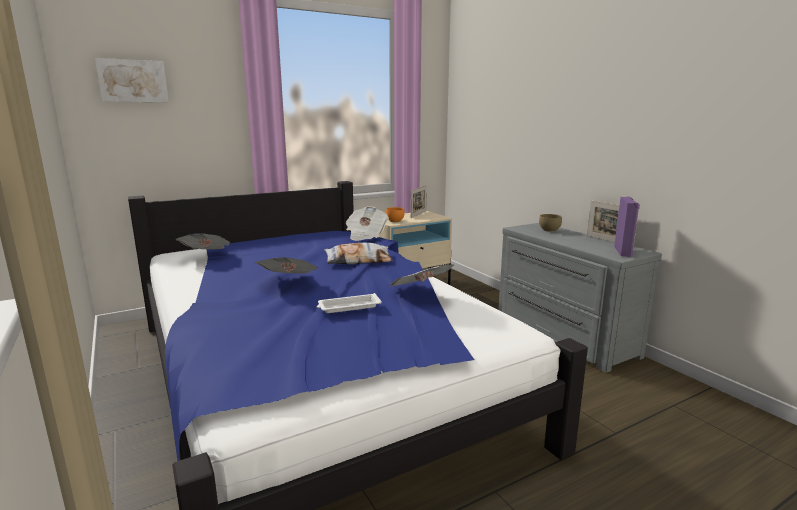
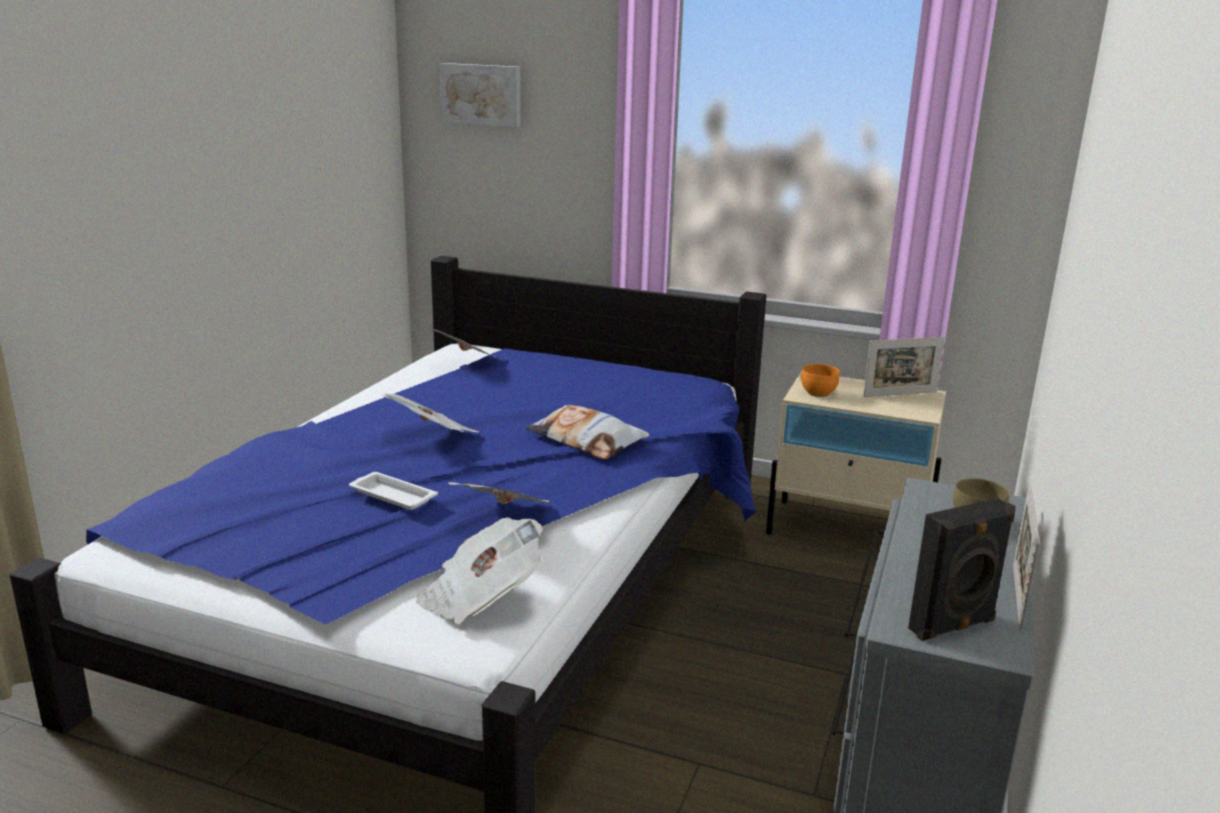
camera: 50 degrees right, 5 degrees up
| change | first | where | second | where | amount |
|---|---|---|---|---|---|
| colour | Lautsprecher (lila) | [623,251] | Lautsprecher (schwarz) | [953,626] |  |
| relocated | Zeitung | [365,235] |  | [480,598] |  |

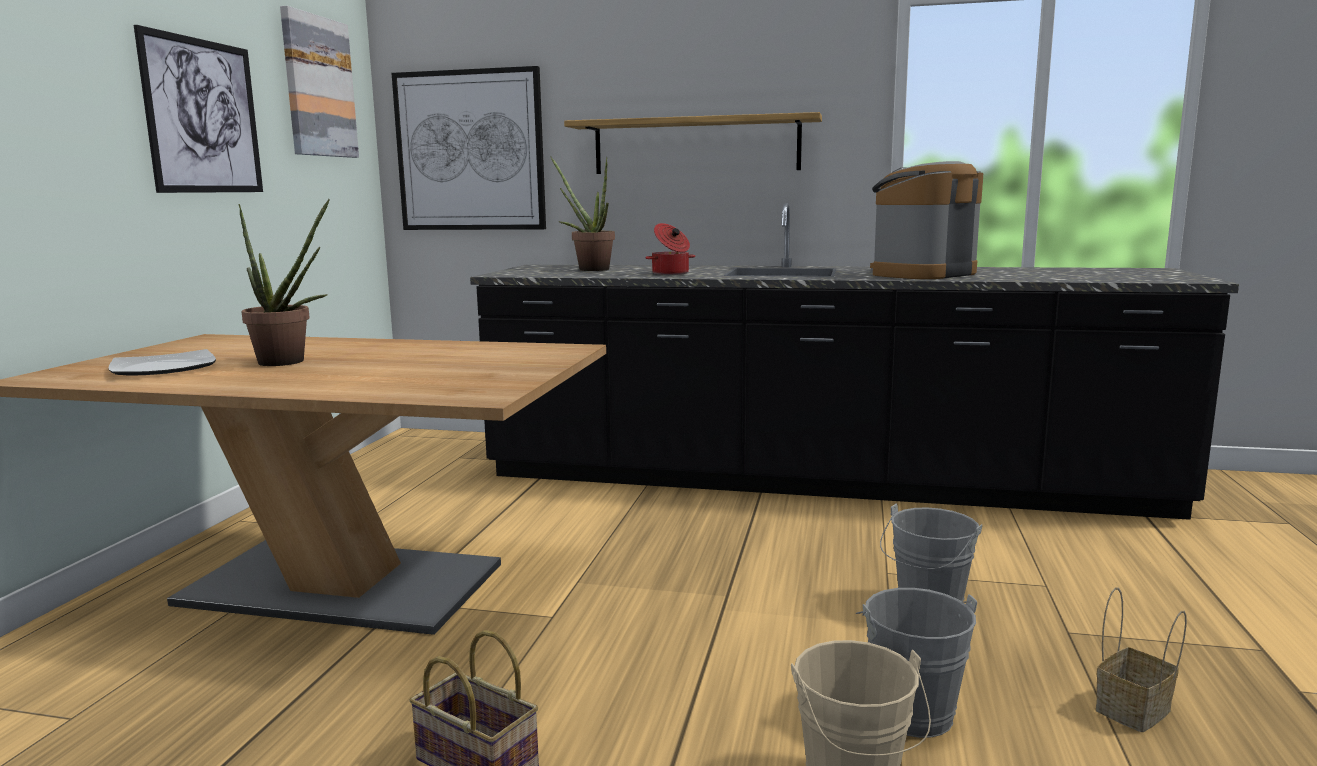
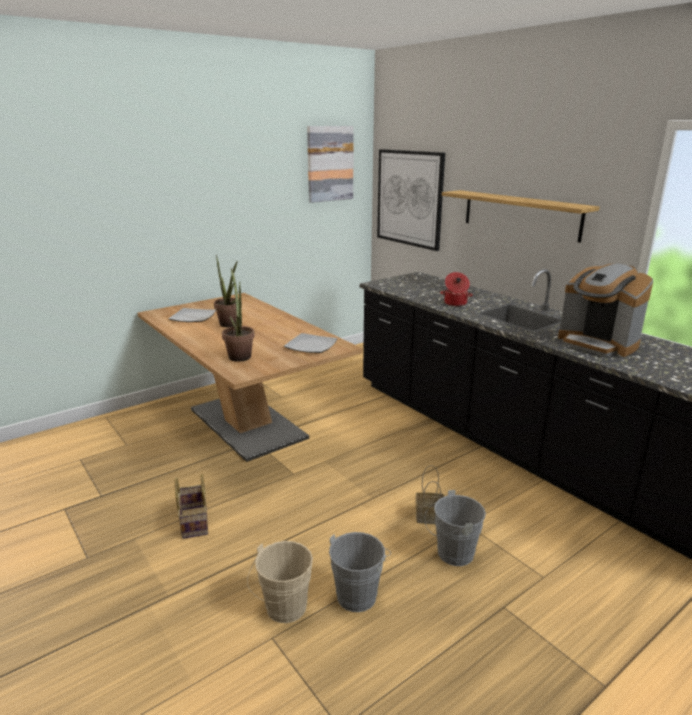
camera: 40 degrees right, 10 degrees up
| change | first | where | second | where | amount |
|---|---|---|---|---|---|
| missing | Bild | [203,116] |  |  |  |
| relocated | Topfpflanze | [588,269] |  | [239,355] |  |
| spun | Kaffeemaschine | [921,274] |  | [597,344] | 135 degrees counterclockwise |
| relocated | Korb | [1133,712] |  | [428,517] |  |
| appeared |  |  | Teller | [311,345] |  |

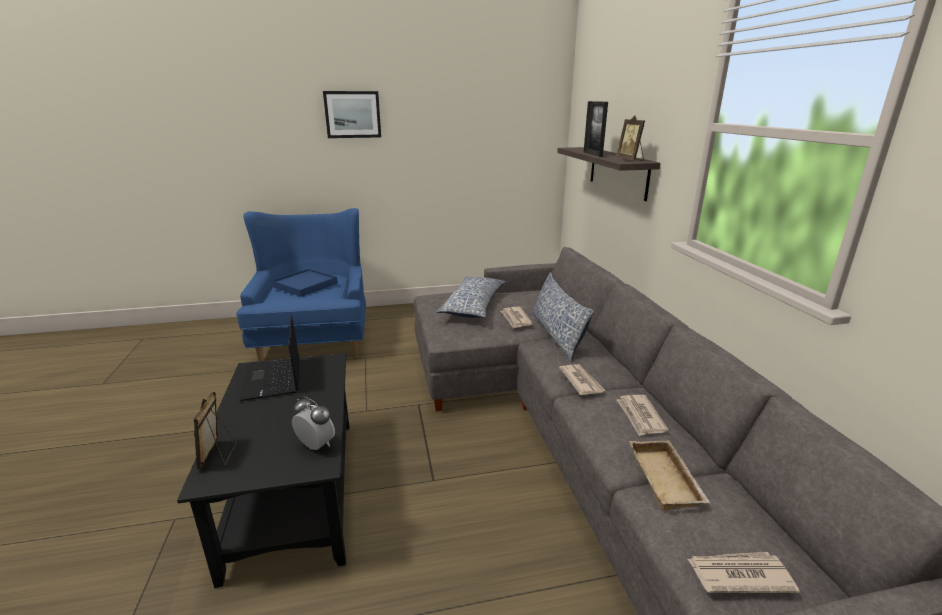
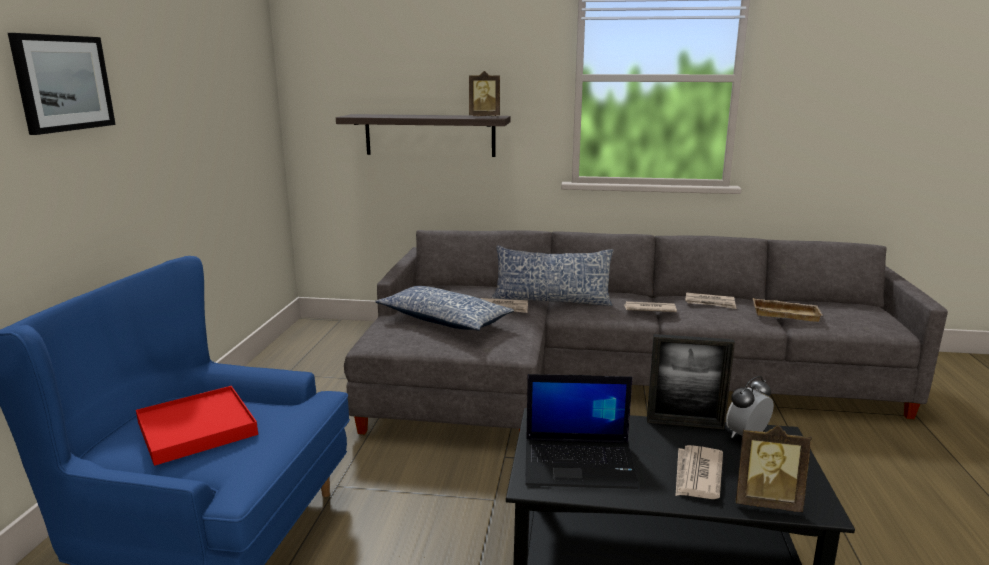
camera: 70 degrees left, 5 degrees down
| change | first | where | second | where | amount |
|---|---|---|---|---|---|
| relocated | Bilderrahmen | [592,154] |  | [684,424] |  |
| colour | Tablett (blau) | [305,285] | Tablett (rot) | [197,428] |  |
| relocated | Zeitung | [738,575] |  | [697,475] |  |

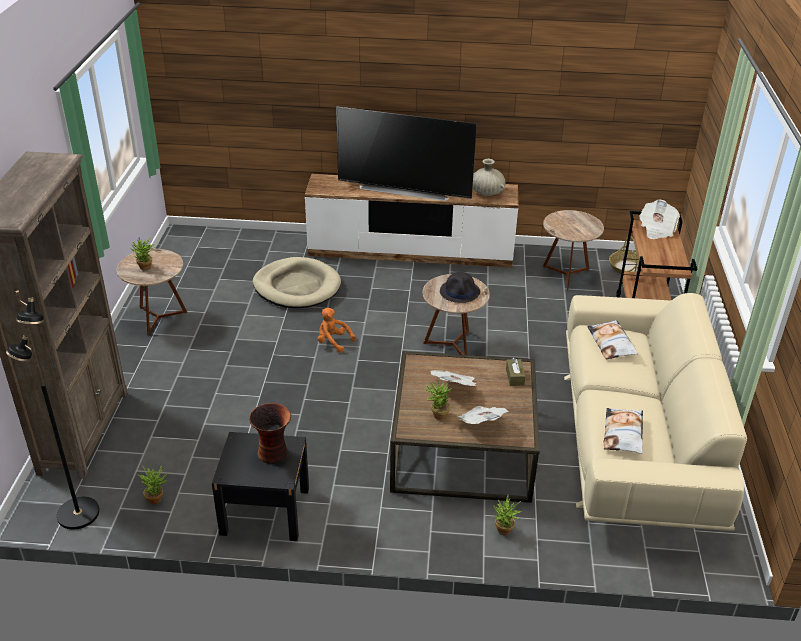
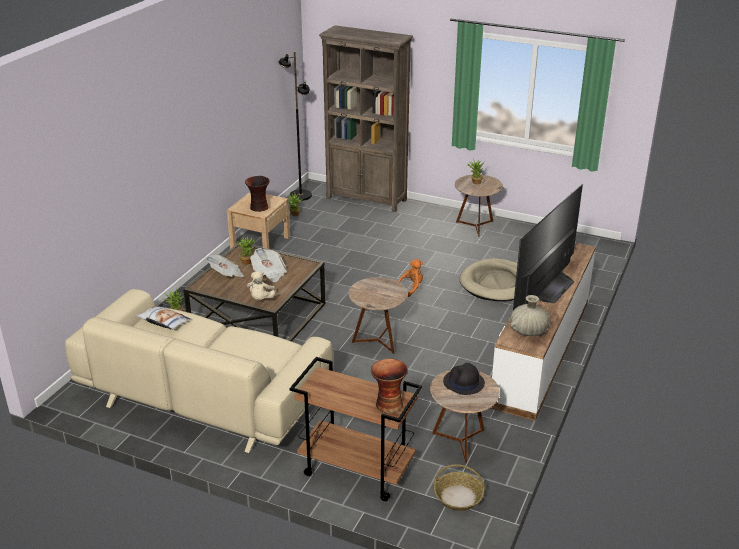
camera: 110 degrees right, 5 degrees down
| change | first | where | second | where | amount |
|---|---|---|---|---|---|
| exchanged | Zeitung | [656,229] | Vase | [388,404] |  |
| relocated | Hut (schwarz) | [460,292] |  | [463,383] |  |
| missing | Kissen | [611,343] |  |  |  |
| exchanged | Taschentuchbox (braun) | [515,377] | Plüschtier (beige) | [261,299] |  |
| colour | Nachttisch (schwarz) | [265,511] | Nachttisch (beige) | [260,243] |  |

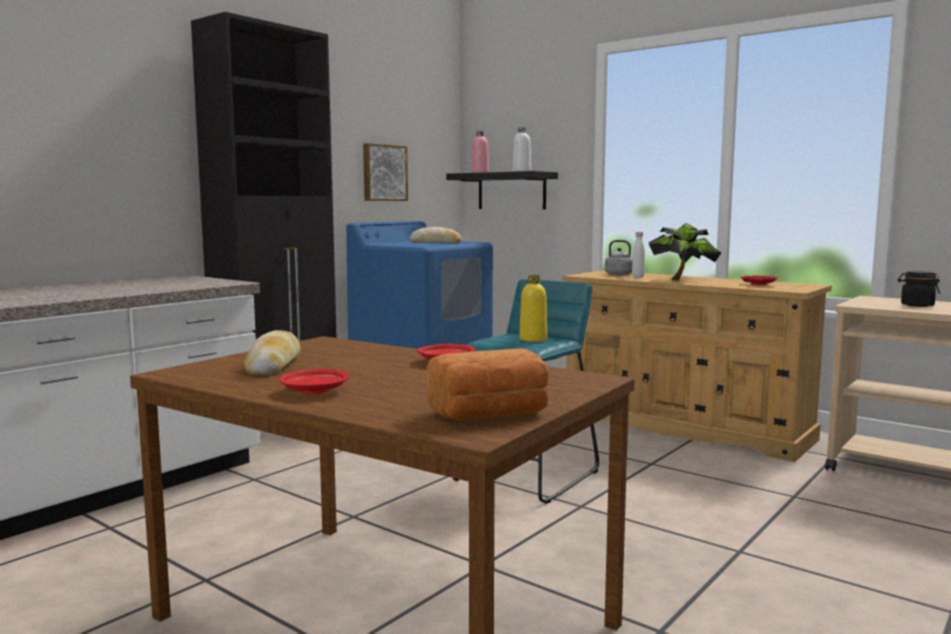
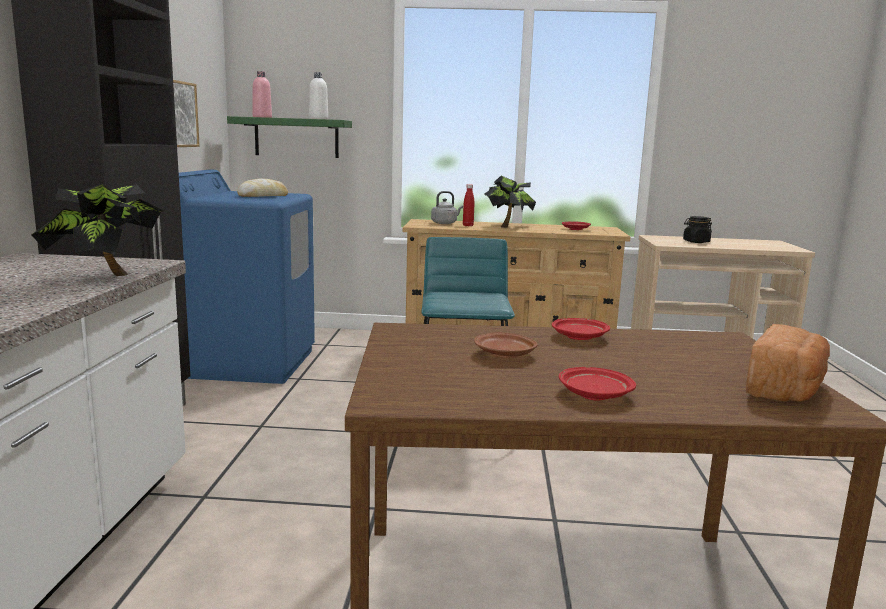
camera: 35 degrees left, 5 degrees up
| change | first | where | second | where | amount |
|---|---|---|---|---|---|
| colour | Wandregal (schwarz) | [511,191] | Wandregal (grün) | [296,138] |  |
| colour | Flasche (weiß) | [637,277] | Flasche (rot) | [468,225] |  |
| missing | Flasche (gelb) | [533,339] |  |  |  |
| missing | Brot | [273,364] |  |  |  |
| appeared |  |  | Topfpflanze | [108,277] |  |
| appeared |  |  | Teller (braun) | [505,355] |  |

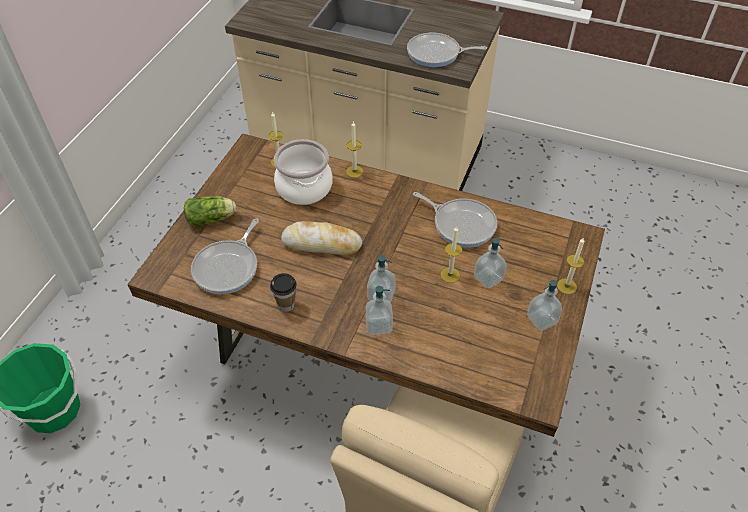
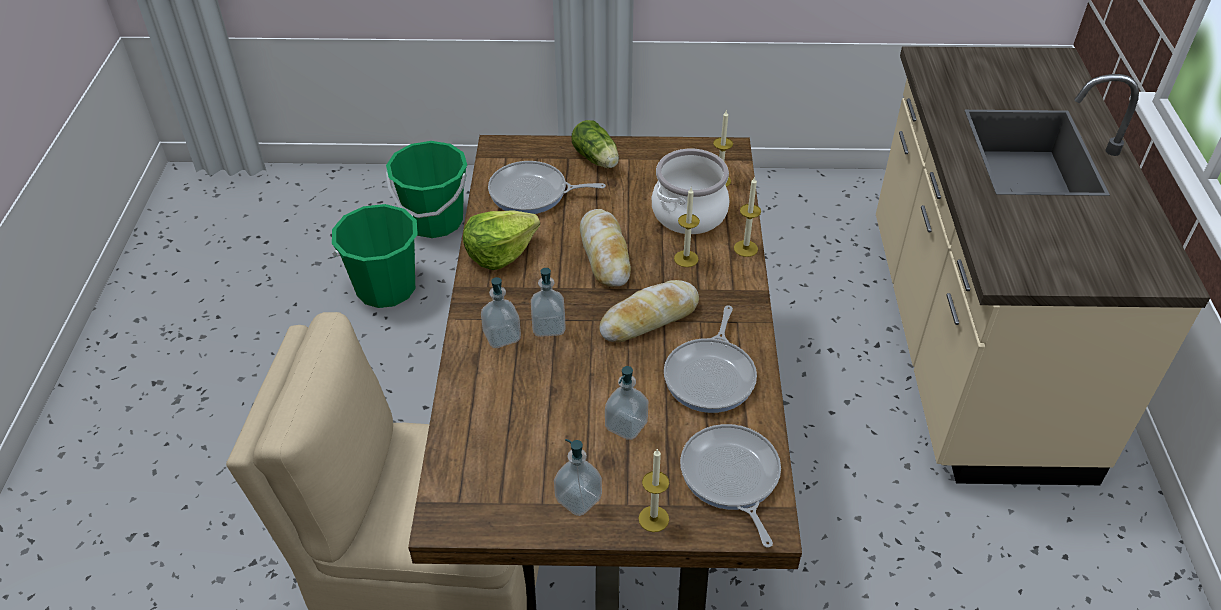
camera: 70 degrees right, 5 degrees down
| change | first | where | second | where | amount |
|---|---|---|---|---|---|
| relocated | Pfanne | [436,54] |  | [731,478] |  |
| relocated | Kerze | [450,275] |  | [686,259] |  |
| exchanged | Tasse | [286,305] | Salatkopf | [500,252] |  |
| appeared |  |  | Eimer (grün) | [386,288] |  |
| appeared |  |  | Brot | [649,318] |  |

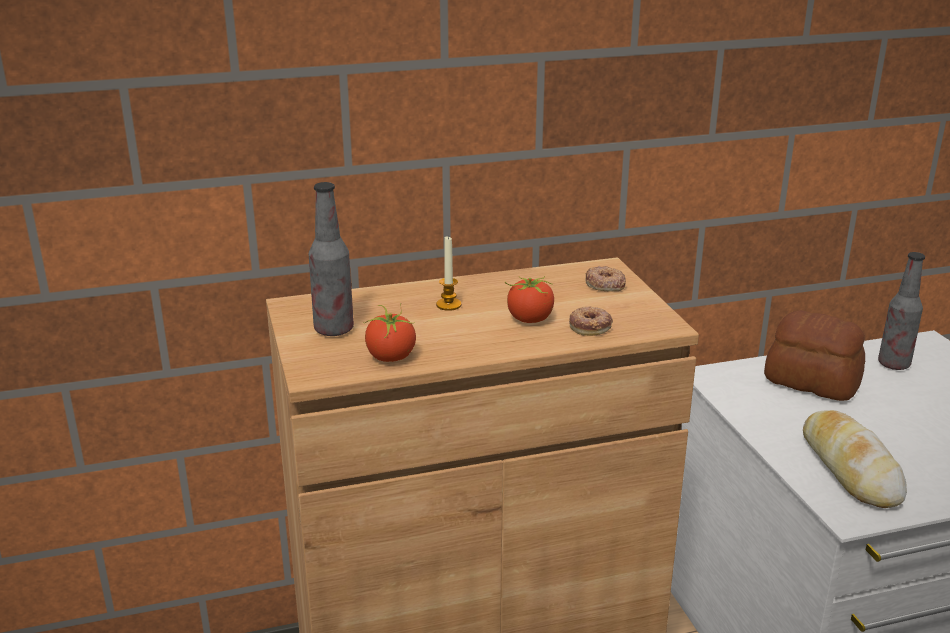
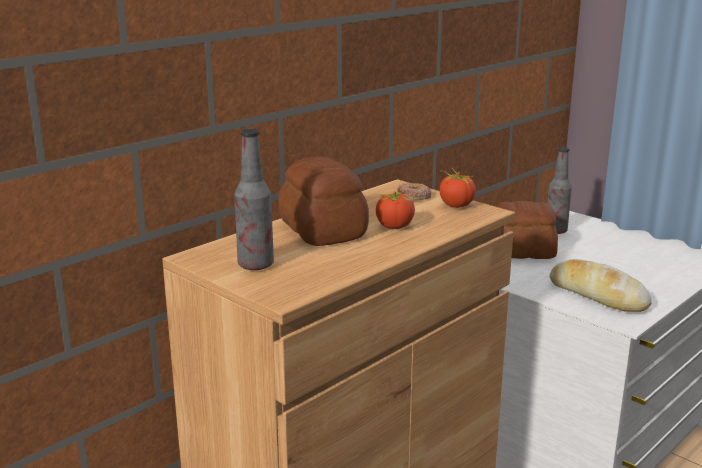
camera: 30 degrees left, 5 degrees down
| change | first | where | second | where | amount |
|---|---|---|---|---|---|
| exchanged | Kerze | [448,305] | Brot | [322,230] |  |
| relocated | Tomate | [390,357] |  | [456,205] |  |
| missing | Donut | [590,326] |  |  |  |

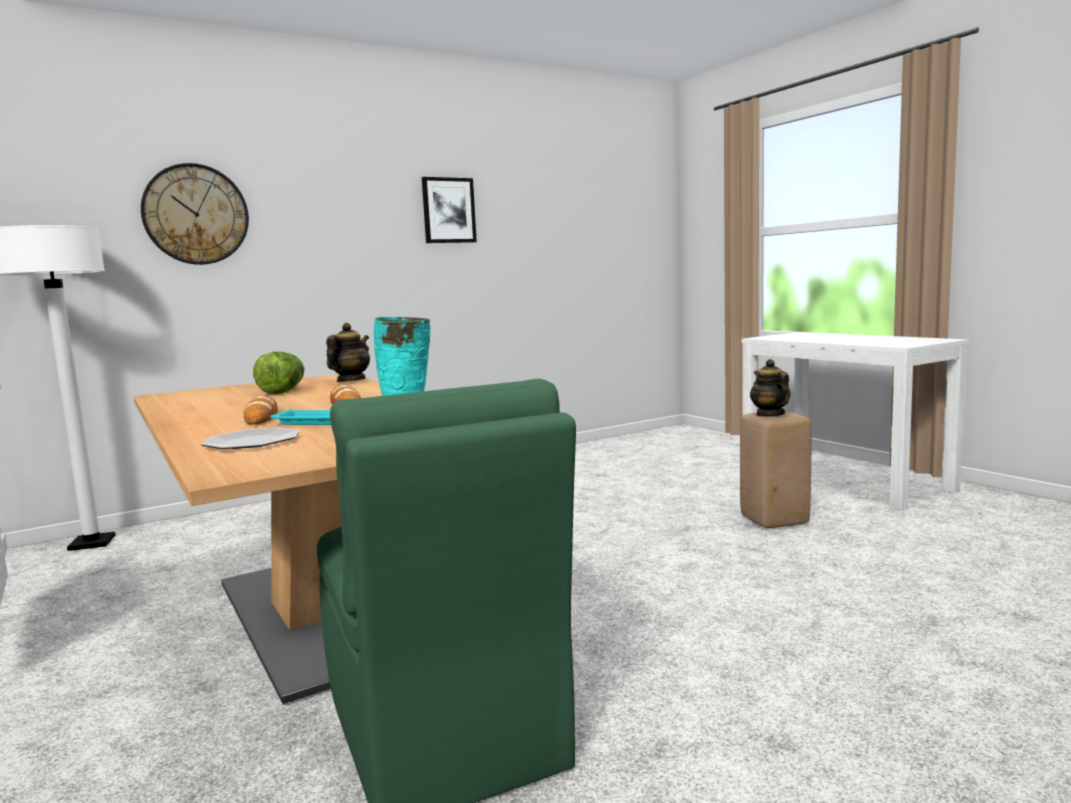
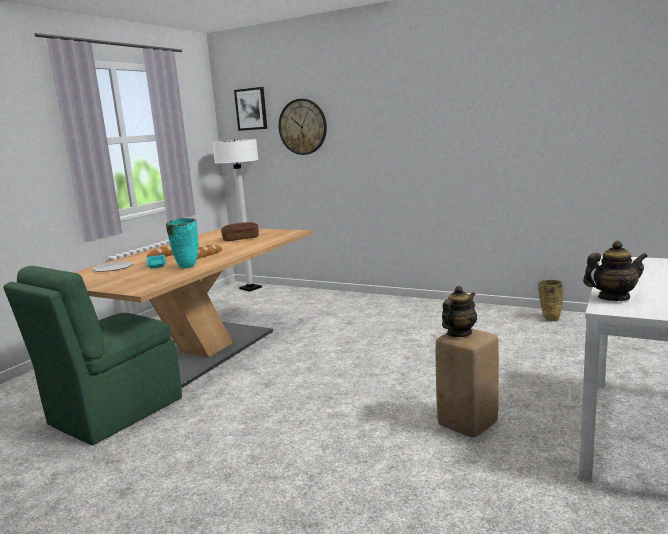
camera: 60 degrees right, 5 degrees up
| change | first | where | second | where | amount |
|---|---|---|---|---|---|
| relocated | Bild | [448,210] |  | [251,109] |  |
| relocated | Teekanne | [350,380] |  | [613,298] |  |
| exchanged | Salatkopf | [283,391] | Brot | [241,239] |  |
| appeared |  |  | Vase (beige) | [549,318] |  |

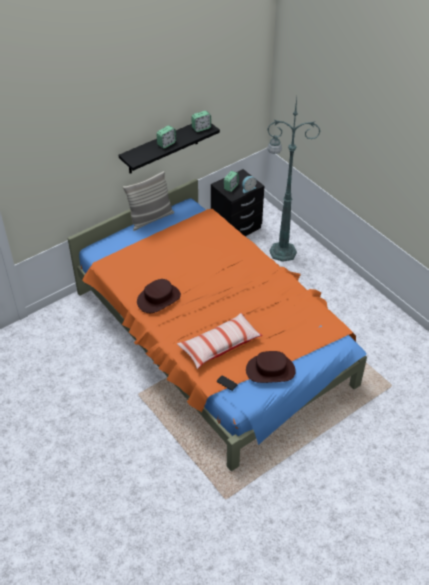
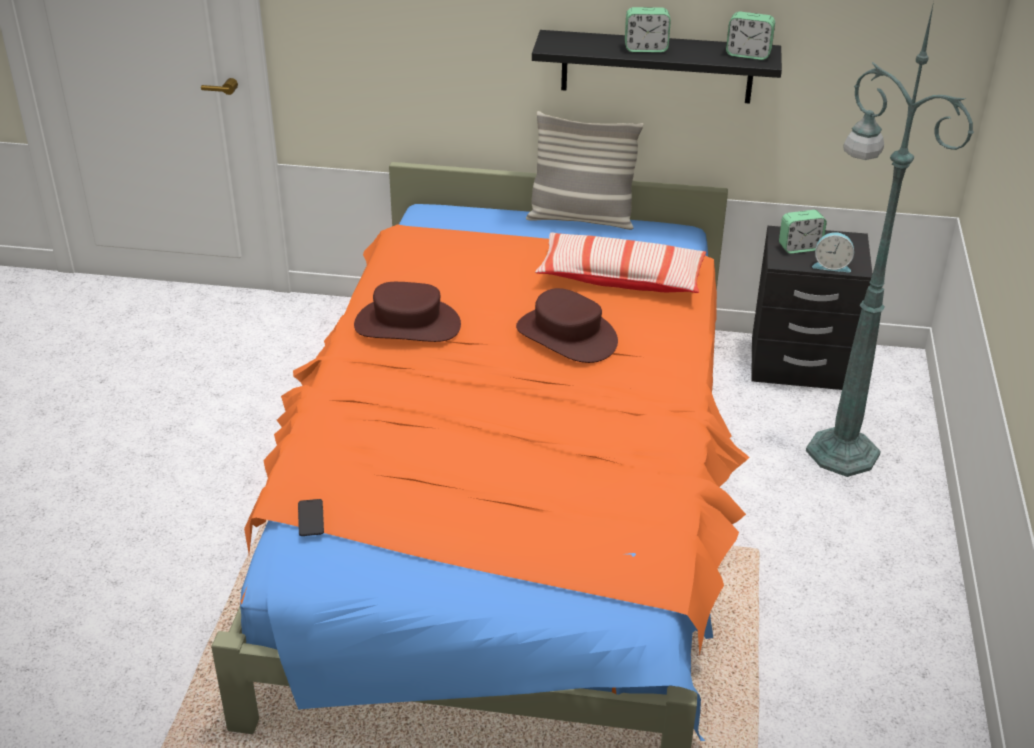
camera: 45 degrees right, 10 degrees down
| change | first | where | second | where | amount |
|---|---|---|---|---|---|
| relocated | Kissen | [219,345] |  | [620,278] |  |
| relocated | Hut (braun) | [270,370] |  | [567,335] |  |

